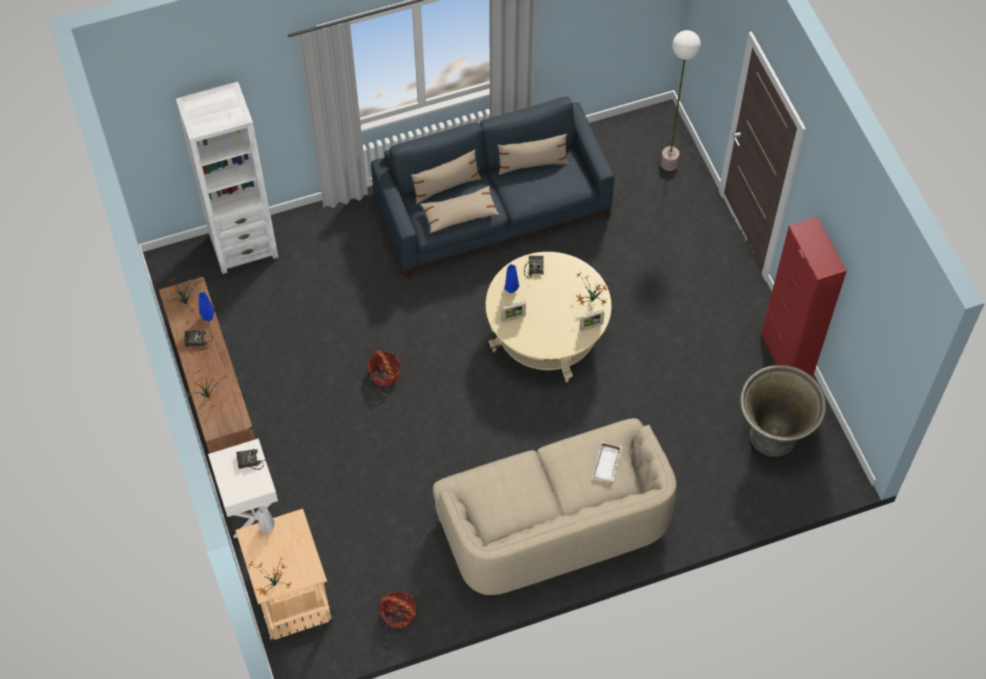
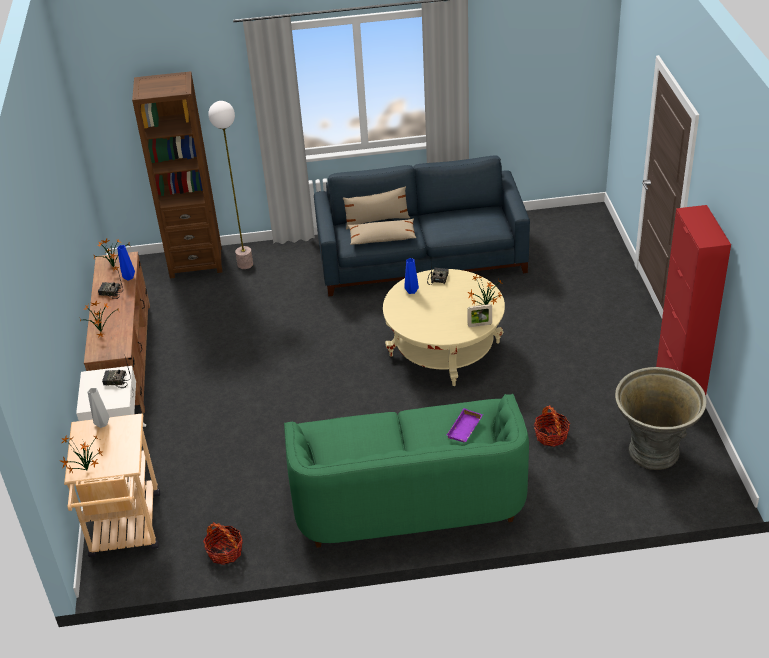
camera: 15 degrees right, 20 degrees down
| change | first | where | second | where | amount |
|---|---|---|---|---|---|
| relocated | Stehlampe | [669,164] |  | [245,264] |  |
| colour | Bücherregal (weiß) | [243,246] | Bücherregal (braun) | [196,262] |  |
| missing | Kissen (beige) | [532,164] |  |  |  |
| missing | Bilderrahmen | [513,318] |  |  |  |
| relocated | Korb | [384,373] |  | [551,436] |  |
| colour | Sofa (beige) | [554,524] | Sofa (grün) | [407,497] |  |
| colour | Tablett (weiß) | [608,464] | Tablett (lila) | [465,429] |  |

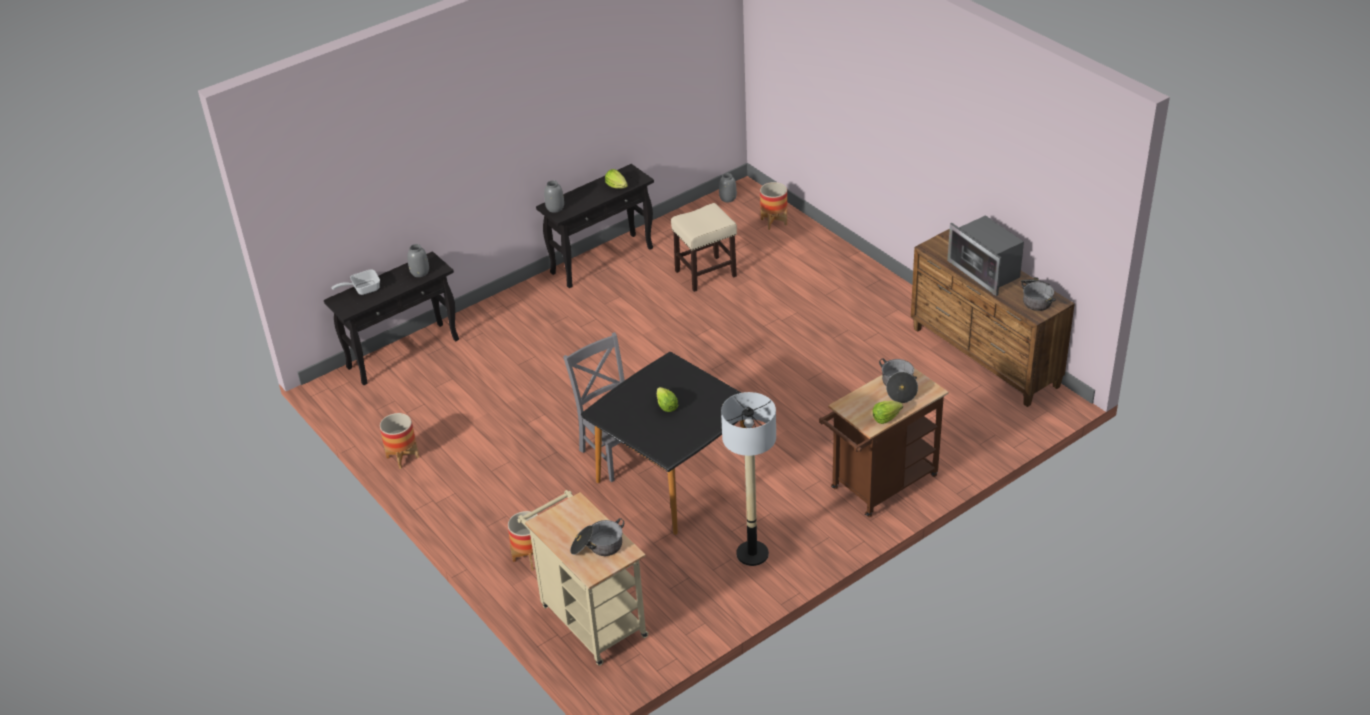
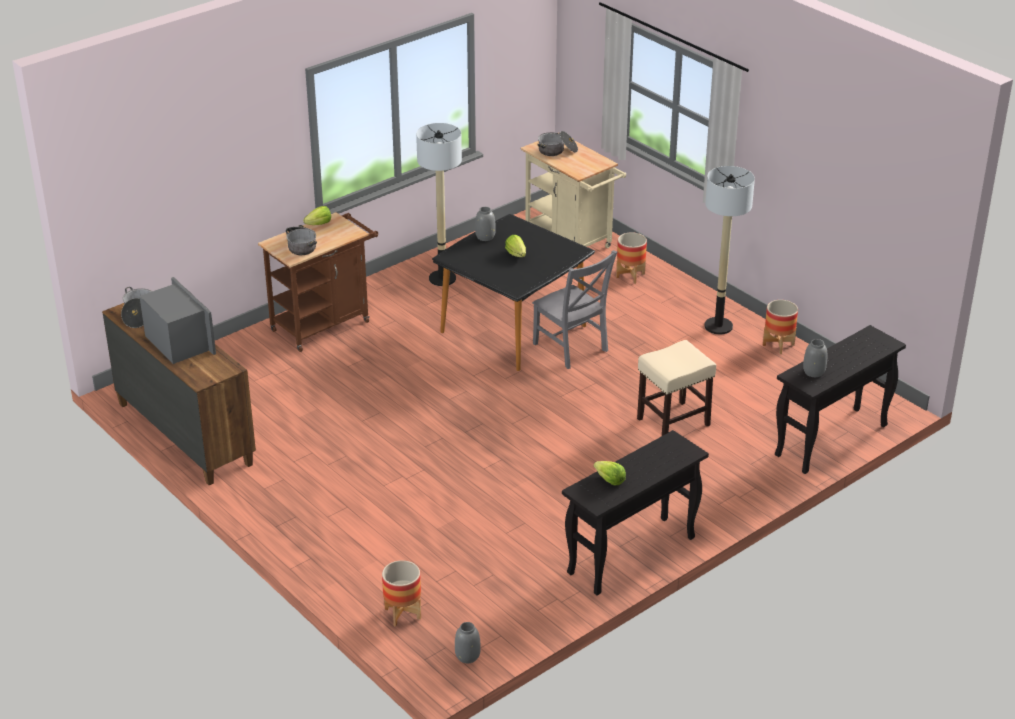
camera: 175 degrees right, 5 degrees down
| change | first | where | second | where | amount |
|---|---|---|---|---|---|
| relocated | Vase (grau) | [555,208] |  | [485,237] |  |
| relocated | Hocker (beige) | [706,273] |  | [672,422] |  |
| missing | Pfanne | [362,289] |  |  |  |
| appeared |  |  | Stehlampe | [718,326] |  |

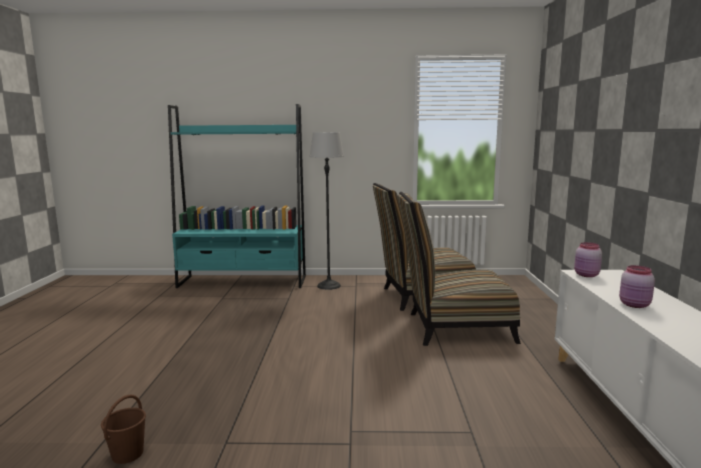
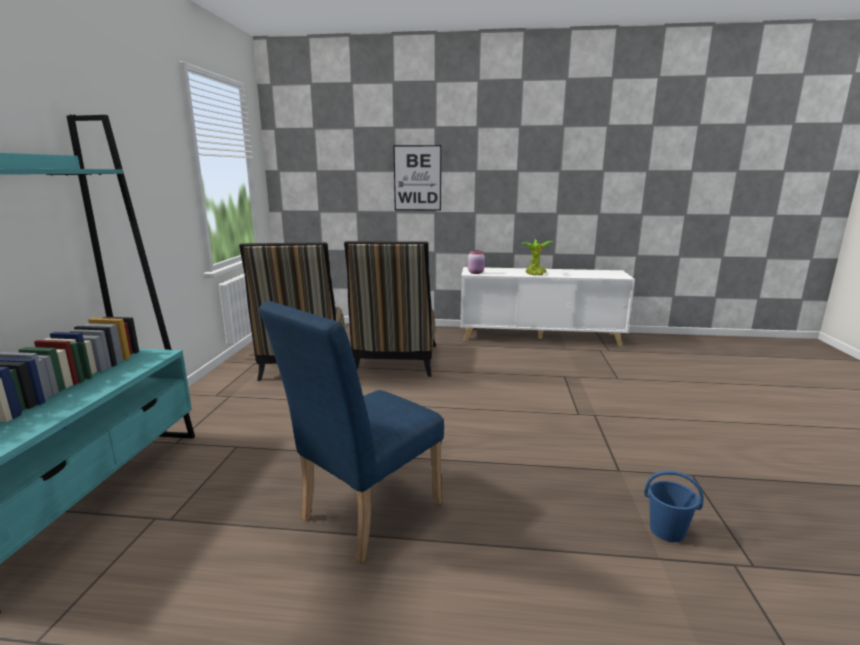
camera: 85 degrees left, 5 degrees up
| change | first | where | second | where | amount |
|---|---|---|---|---|---|
| missing | Stehlampe | [329,285] |  |  |  |
| exchanged | Vorratsglas (rosa) | [635,305] | Topfpflanze | [535,274] |  |
| colour | Eimer (braun) | [128,454] | Eimer (blau) | [666,531] |  |
| appeared |  |  | Bild | [417,178] |  |
| appeared |  |  | Stuhl (blau) | [363,515] |  |

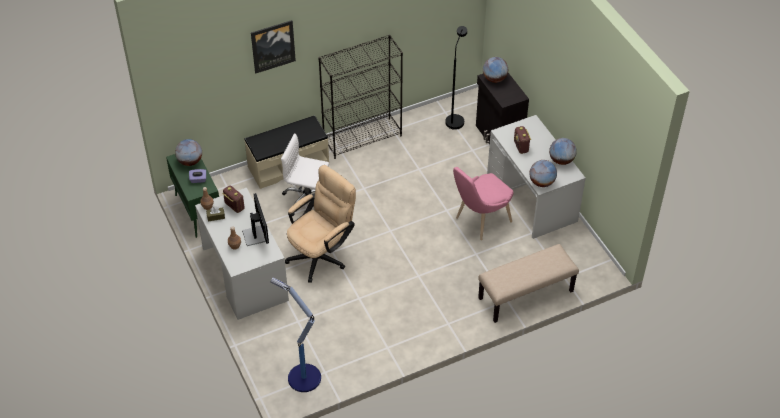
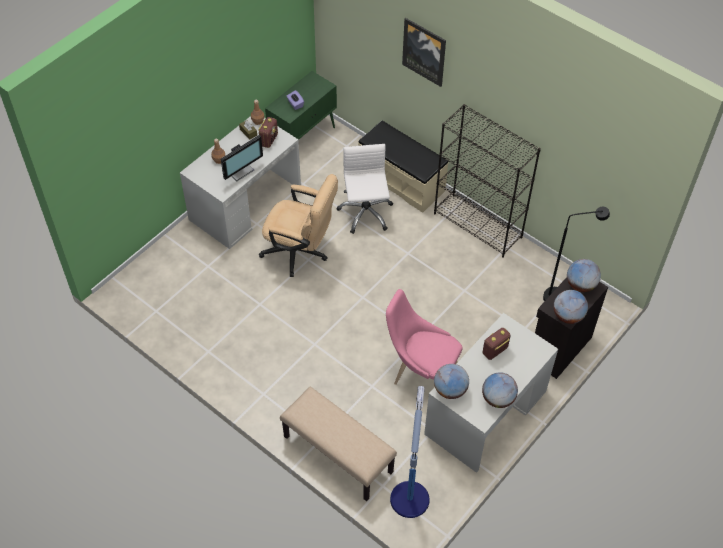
camera: 65 degrees right, 5 degrees up
| change | first | where | second | where | amount |
|---|---|---|---|---|---|
| relocated | Globus | [190,161] |  | [567,316] |  |
| relocated | Stehlampe | [303,377] |  | [409,497] |  |

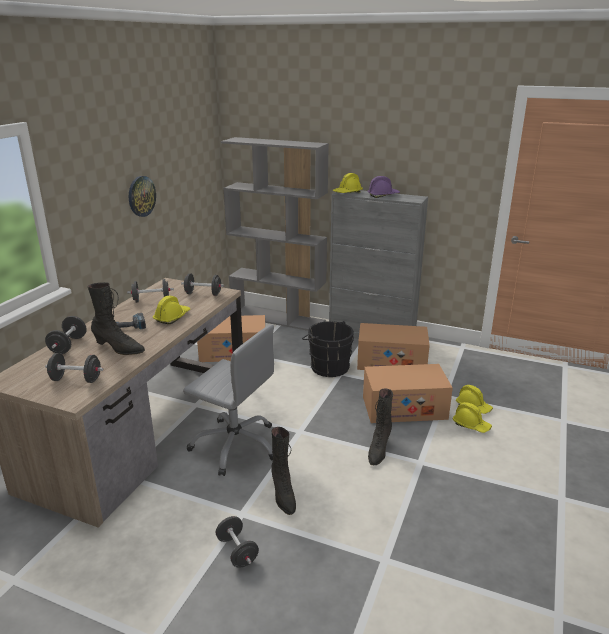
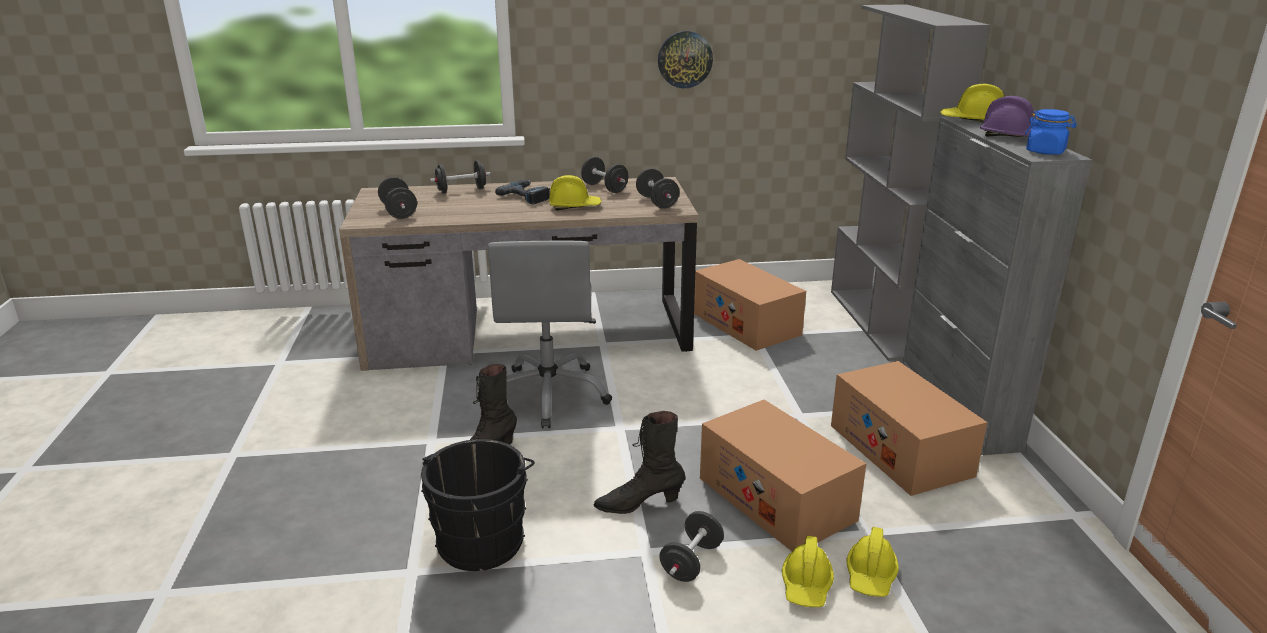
camera: 60 degrees right, 0 degrees up
| change | first | where | second | where | amount |
|---|---|---|---|---|---|
| missing | Stiefel (schwarz) | [119,348] |  |  |  |
| relocated | Eimer (schwarz) | [328,366] |  | [482,539] |  |
| relocated | Hantel (schwarz) | [237,551] |  | [691,562] |  |
| appeared |  |  | Vorratsglas (blau) | [1045,151] |  |

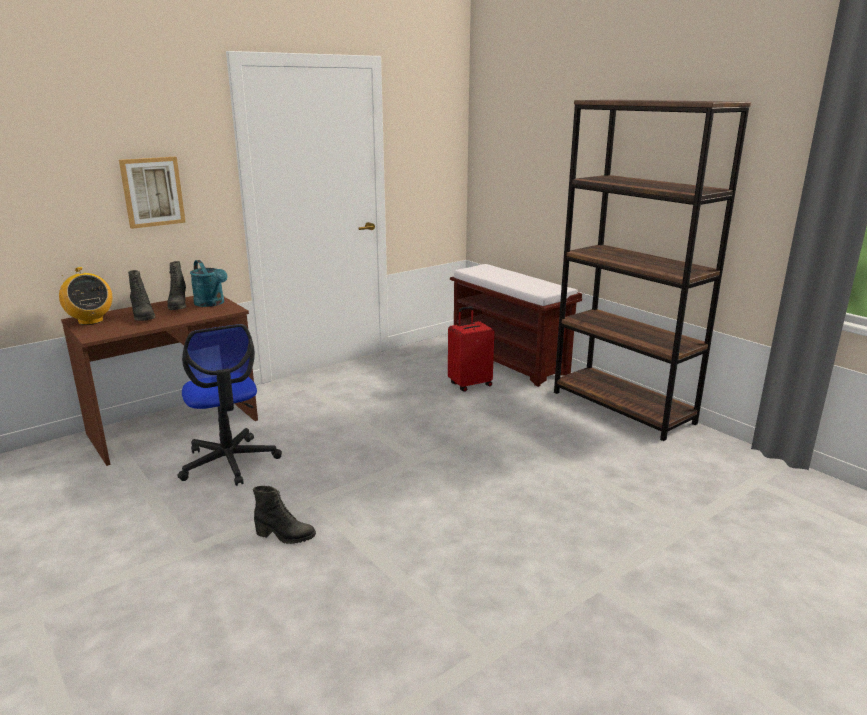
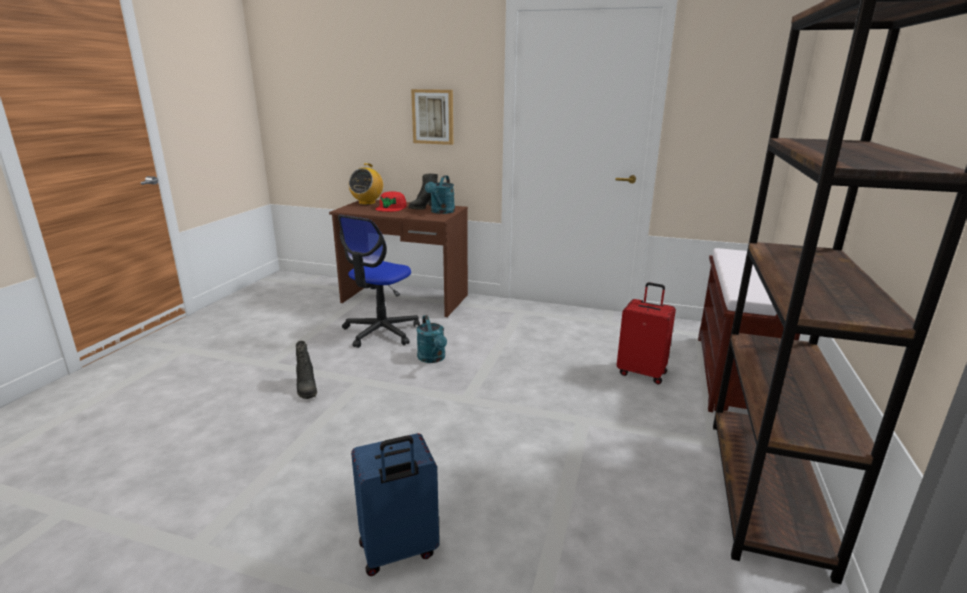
camera: 55 degrees right, 0 degrees up
| change | first | where | second | where | amount |
|---|---|---|---|---|---|
| exchanged | Stiefel (schwarz) | [142,316] | Kappe (rot) | [391,208] |  |
| appeared |  |  | Gießkanne (türkis) | [433,359] |  |
| appeared |  |  | Koffer (blau) | [398,551] |  |

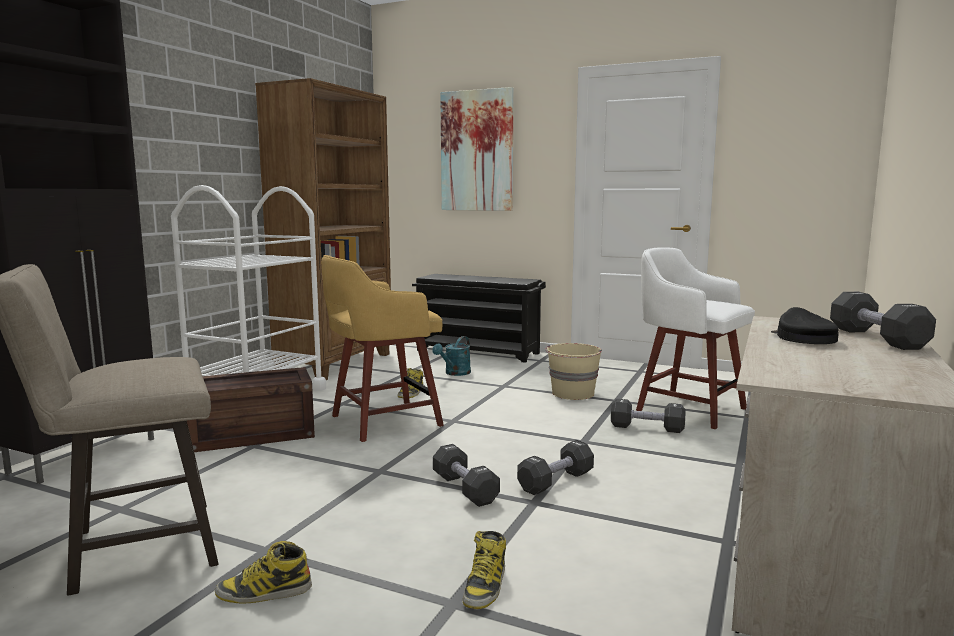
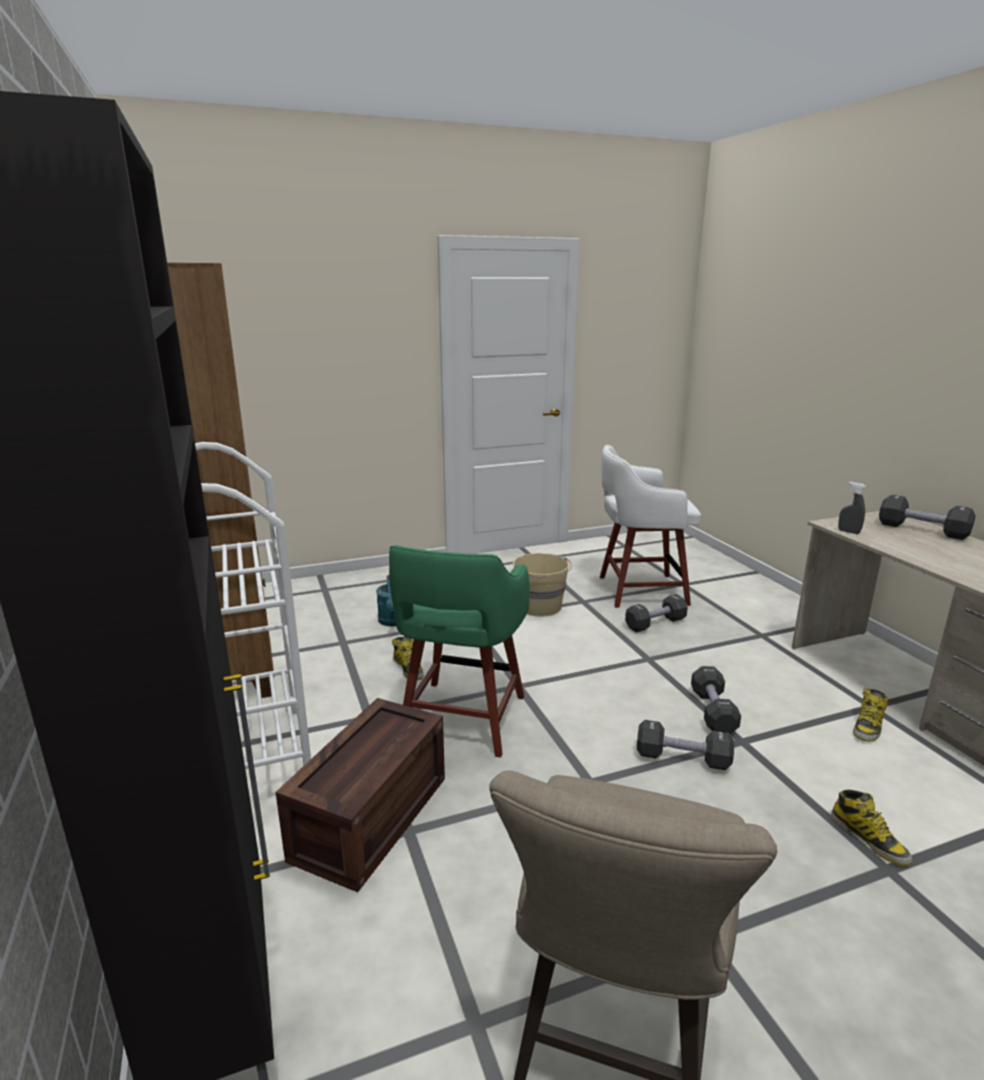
camera: 45 degrees left, 10 degrees up
| change | first | where | second | where | amount |
|---|---|---|---|---|---|
| missing | Bild | [477,151] |  |  |  |
| colour | Hocker (gelb) | [382,421] | Hocker (grün) | [461,720] |  |
| missing | Schuhregal (schwarz) | [479,351] |  |  |  |
| missing | Kappe (schwarz) | [802,338] |  |  |  |
| relocated | Stiefel | [264,592] |  | [868,726] |  |
| appeared |  |  | Sprühflasche (grau) | [848,532] |  |

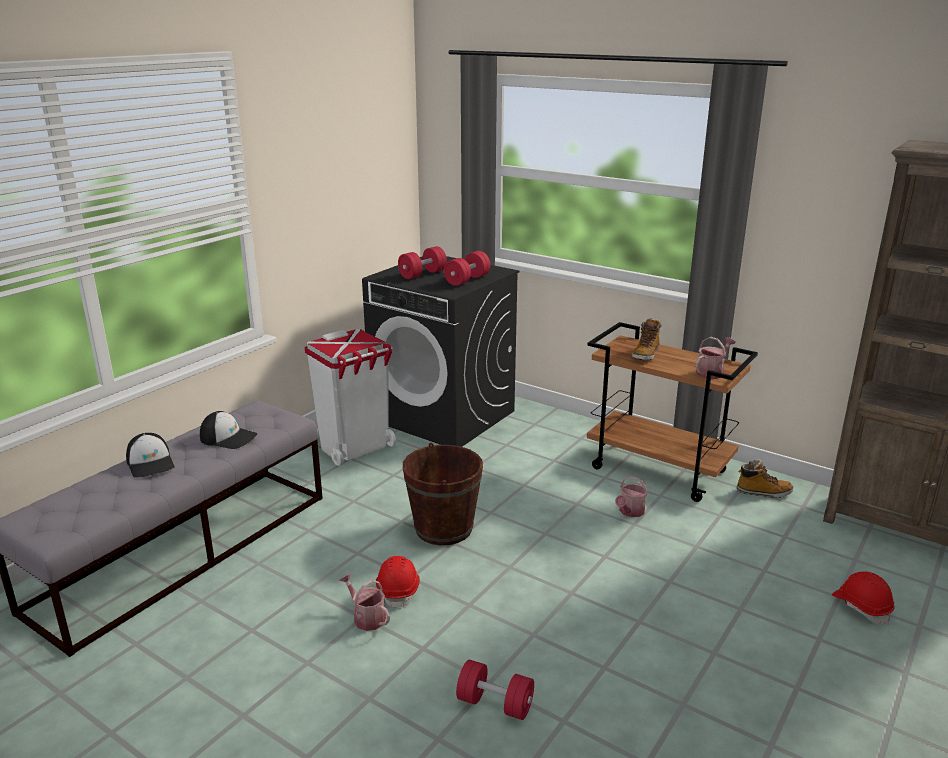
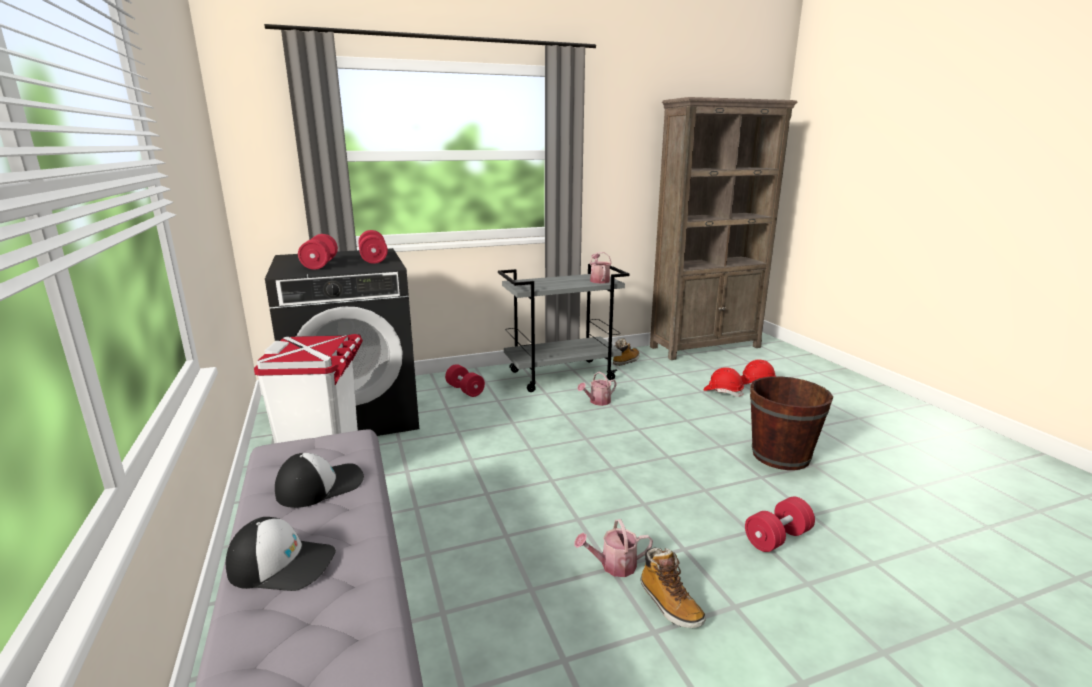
camera: 55 degrees left, 5 degrees down
| change | first | where | second | where | amount |
|---|---|---|---|---|---|
| relocated | Stiefel | [646,354] |  | [669,604] |  |
| colour | Rollwagen (braun) | [659,470] | Rollwagen (grau) | [562,375] |  |
| relocated | Eimer (braun) | [444,528] |  | [780,455] |  |
| spun | Gießkanne | [630,512] |  | [597,402] | 75 degrees clockwise |
| relocated | Schutzhelm (rot) | [398,590] |  | [723,392] |  |
| appeared |  |  | Hantel (rot) | [465,390] |  |

